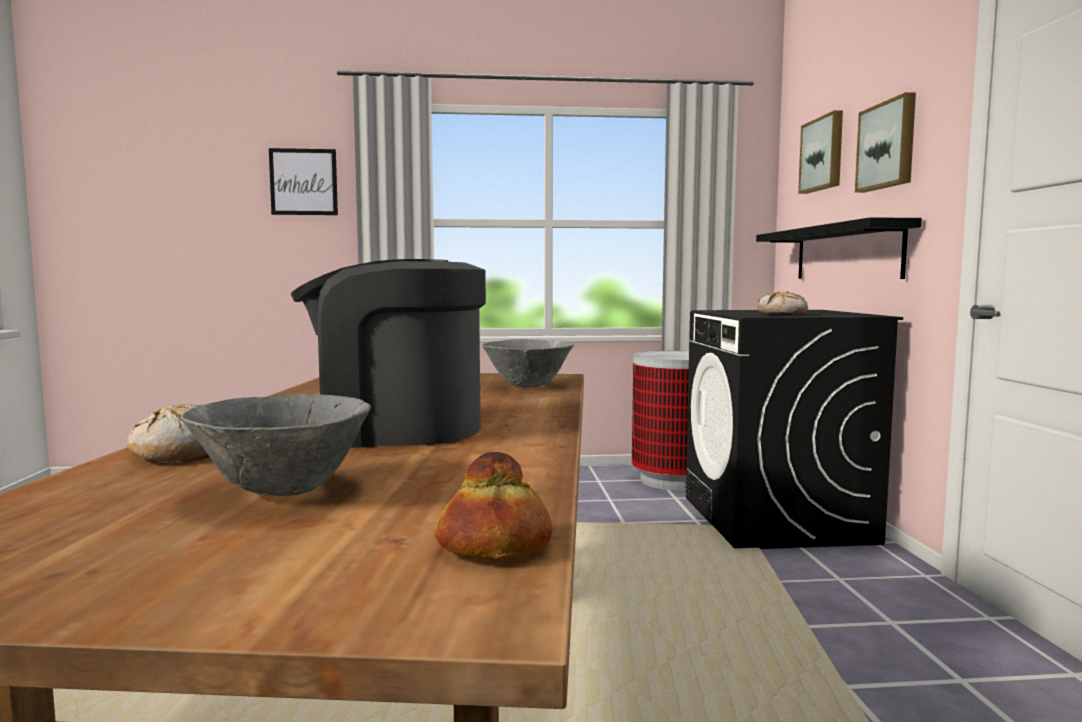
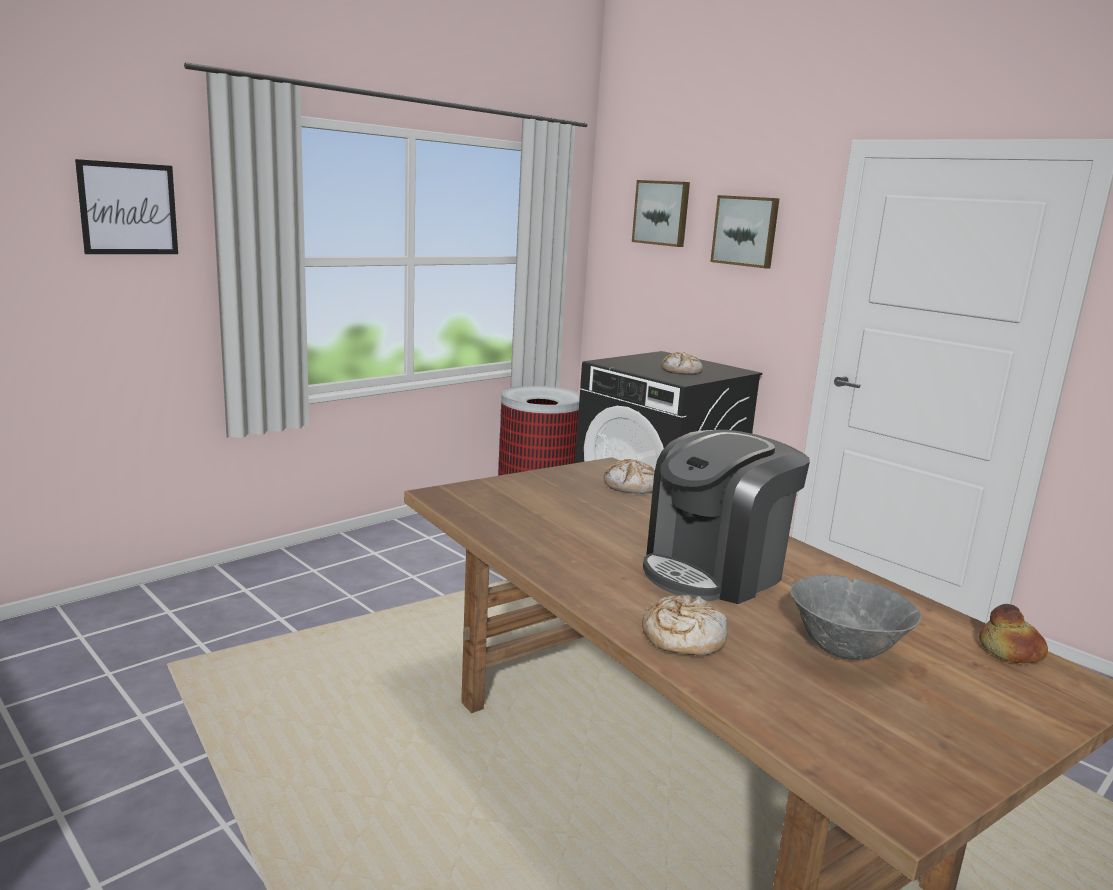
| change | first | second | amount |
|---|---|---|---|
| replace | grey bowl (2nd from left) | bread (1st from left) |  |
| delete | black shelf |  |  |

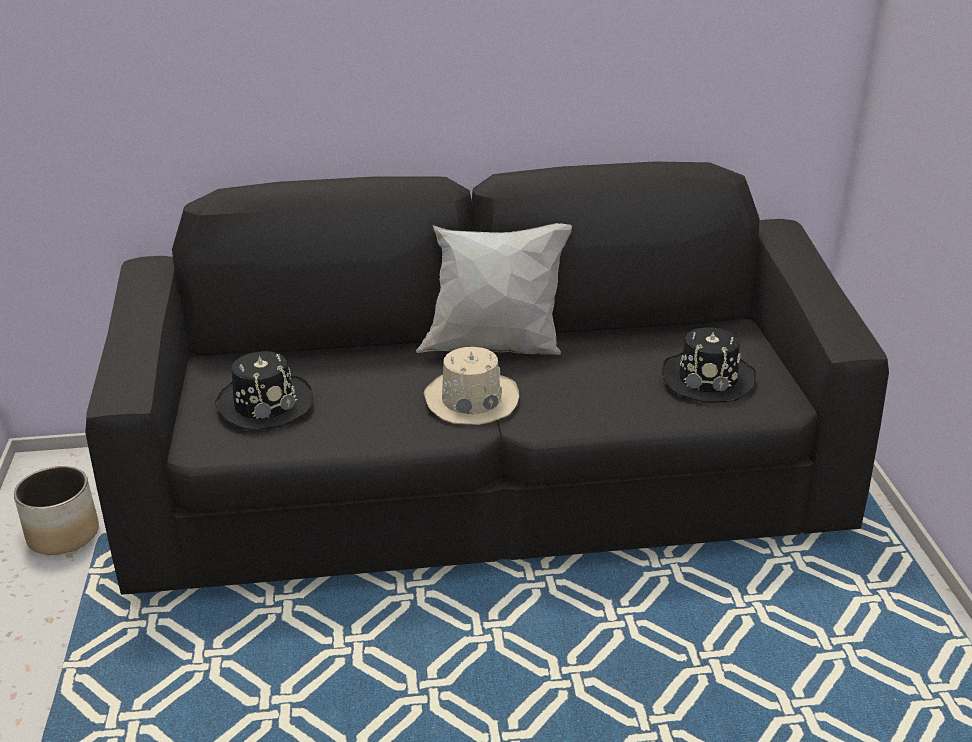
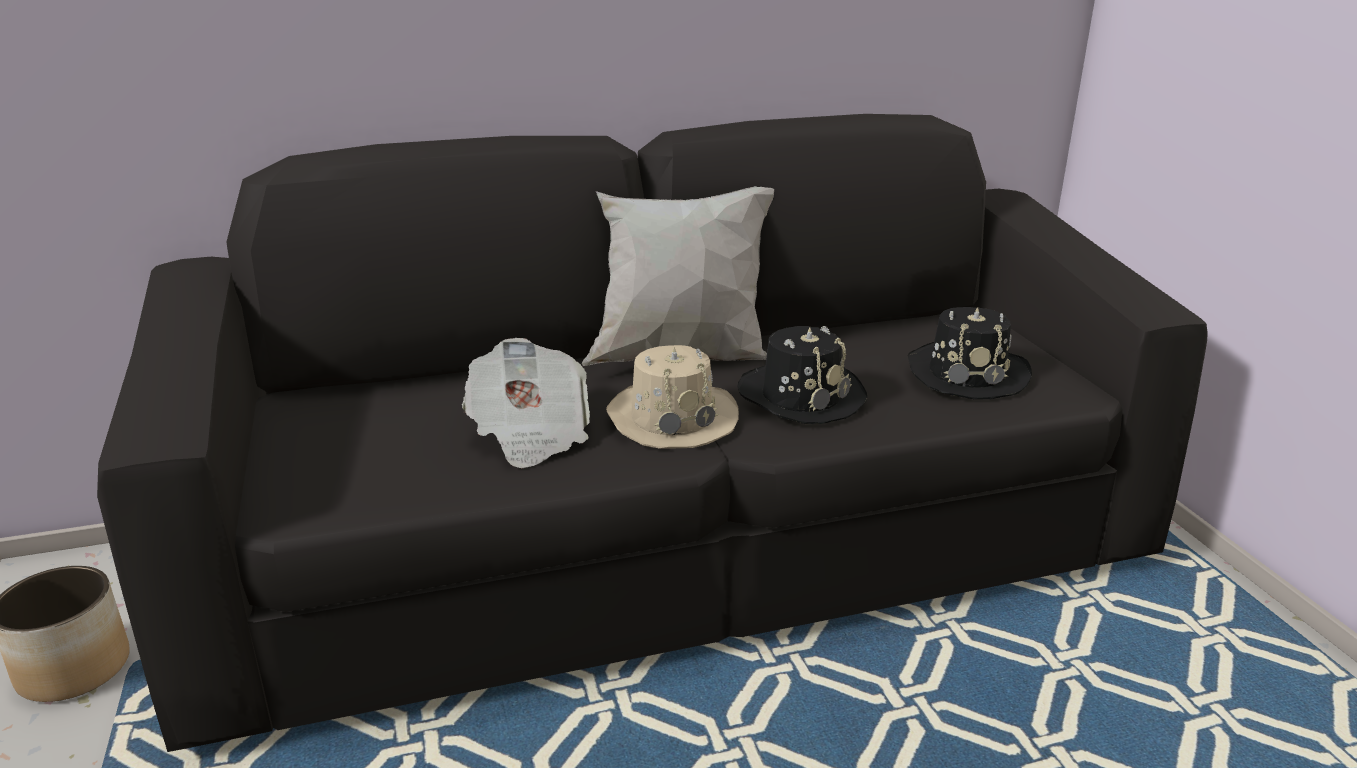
| change | first | second | amount |
|---|---|---|---|
| insert |  | newspaper |  |
| move | black hat (1st from left) |  |  |

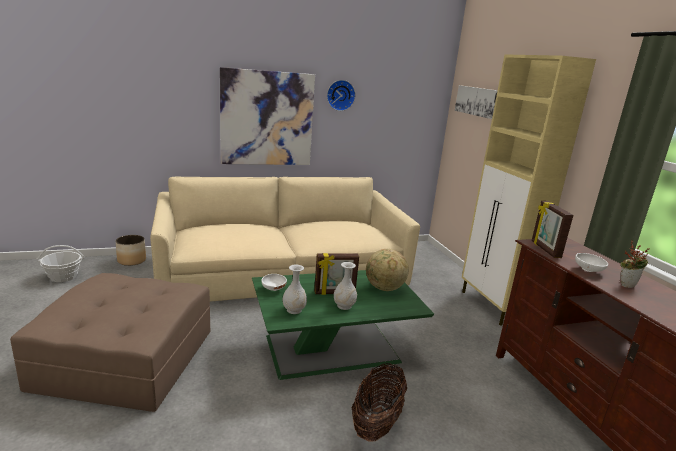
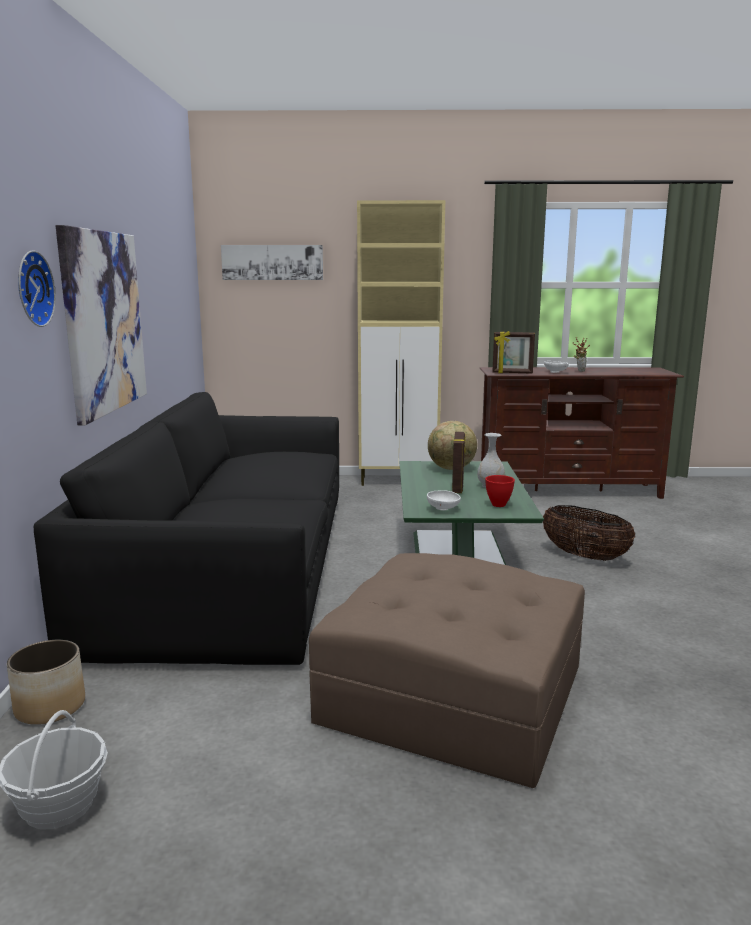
| change | first | second | amount |
|---|---|---|---|
| move | wall clock |  |  |
| recolor | beige sofa | black sofa |  |
| replace | white vase (1st from left) | red bowl |  |

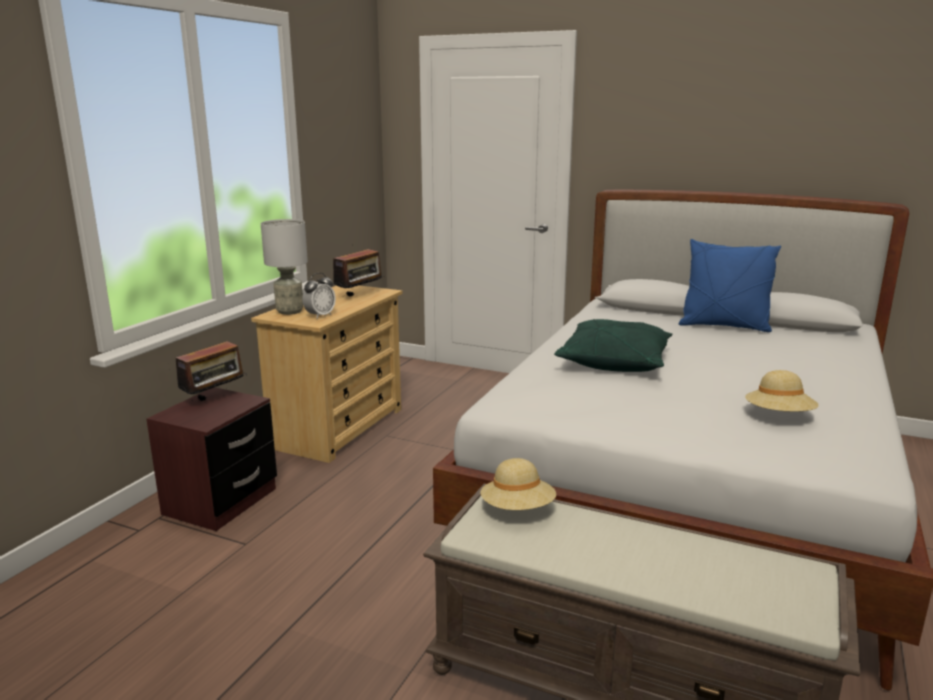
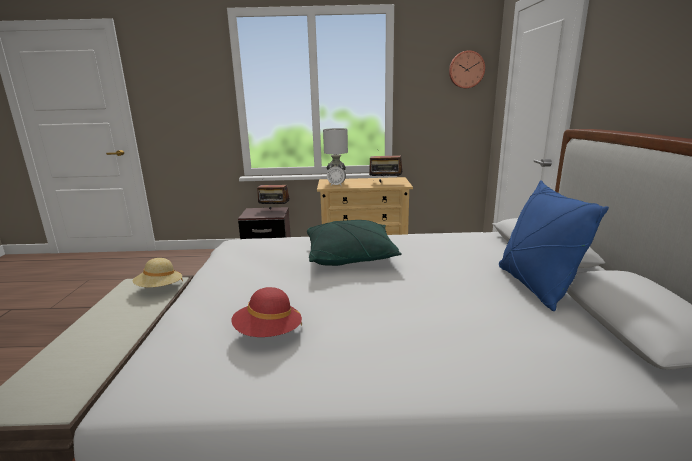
| change | first | second | amount |
|---|---|---|---|
| recolor | beige hat (2nd from left) | red hat |  |
| insert |  | wall clock |  |

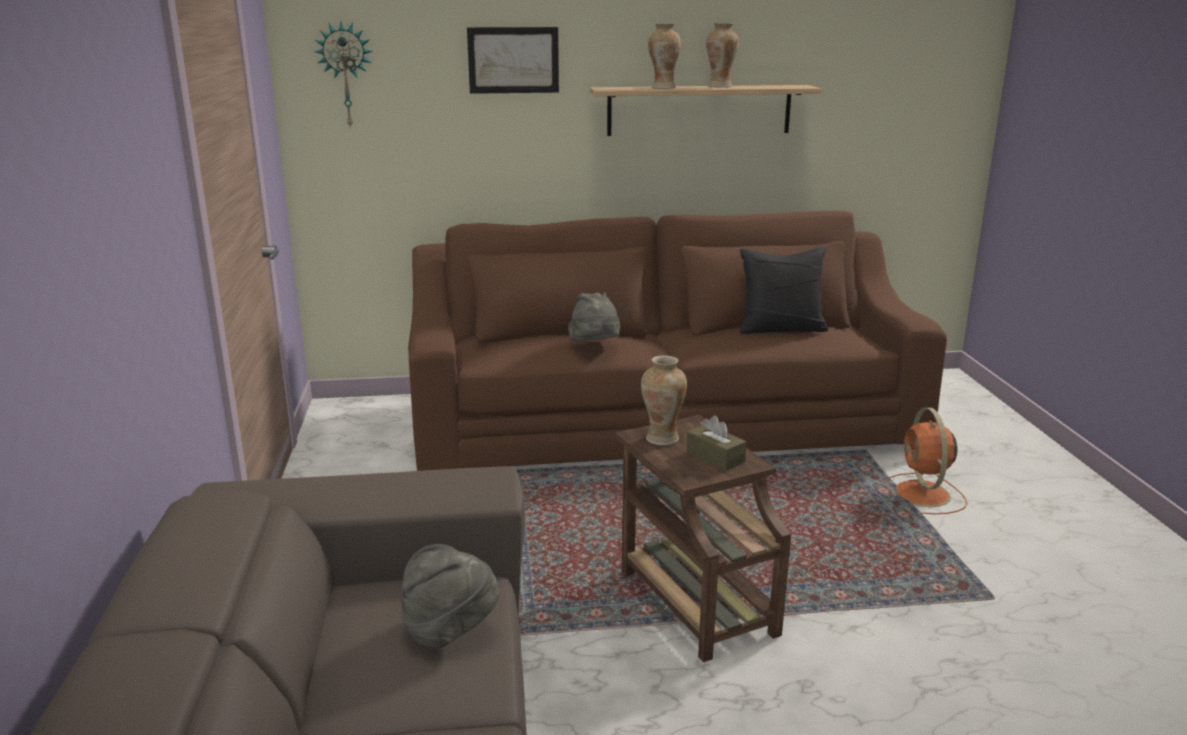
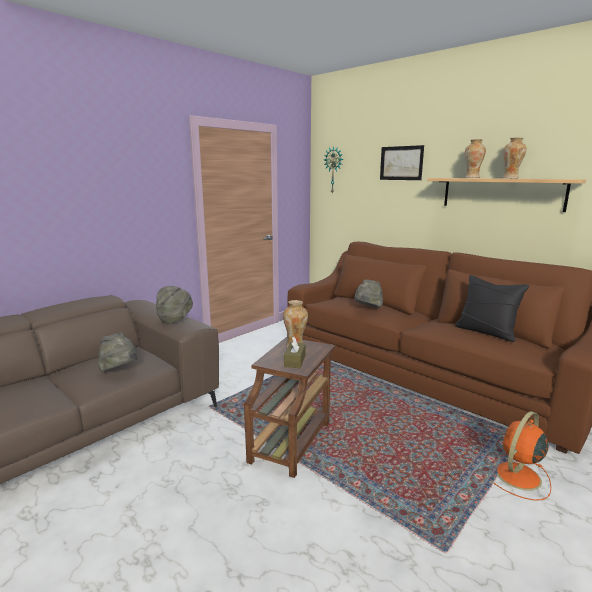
| change | first | second | amount |
|---|---|---|---|
| insert |  | grey hat (2nd from left) |  |

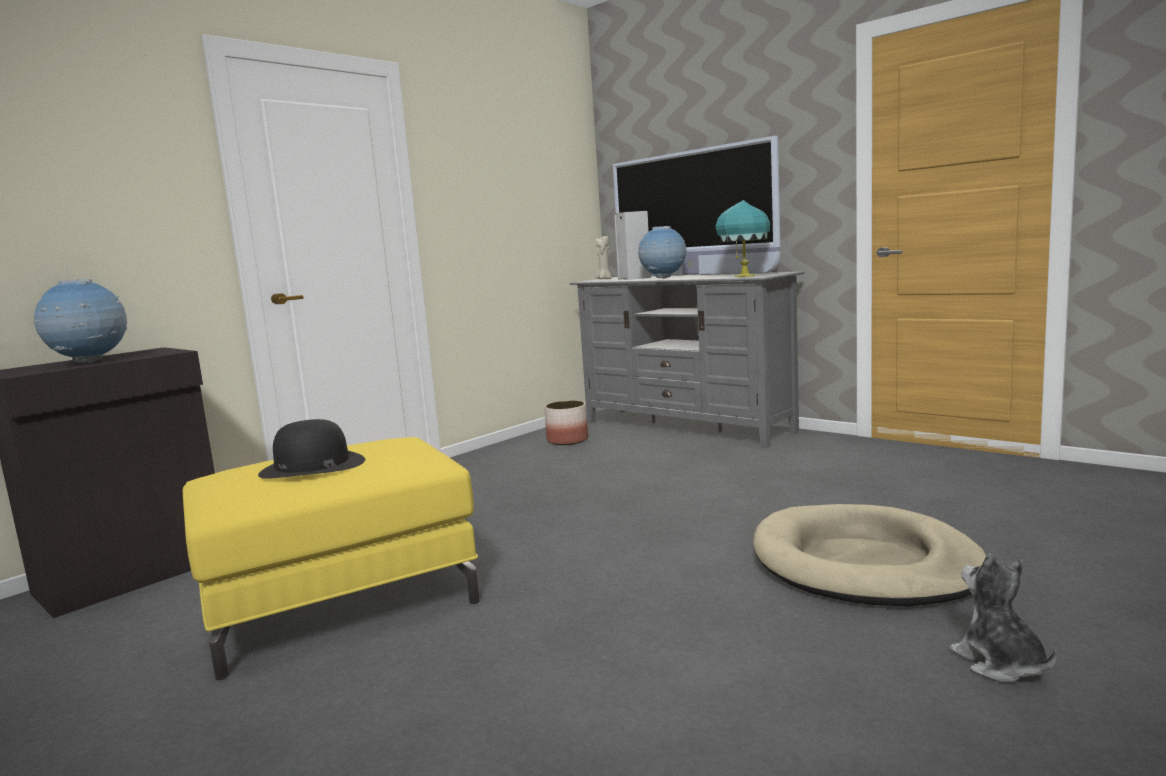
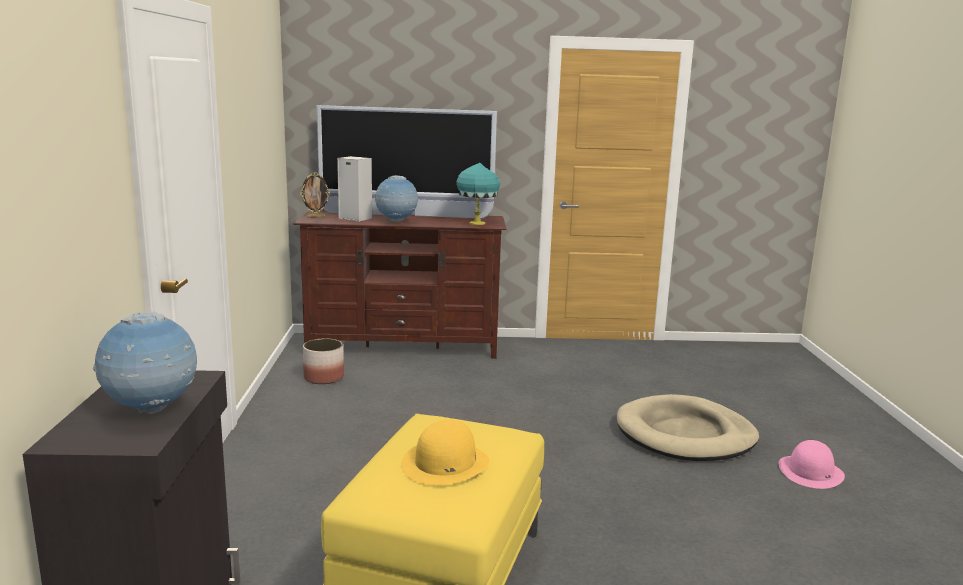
| change | first | second | amount |
|---|---|---|---|
| recolor | grey tv stand | brown tv stand |  |
| replace | beige candle | picture frame |  |
| recolor | black hat | yellow hat |  |
| replace | plush toy | pink hat |  |

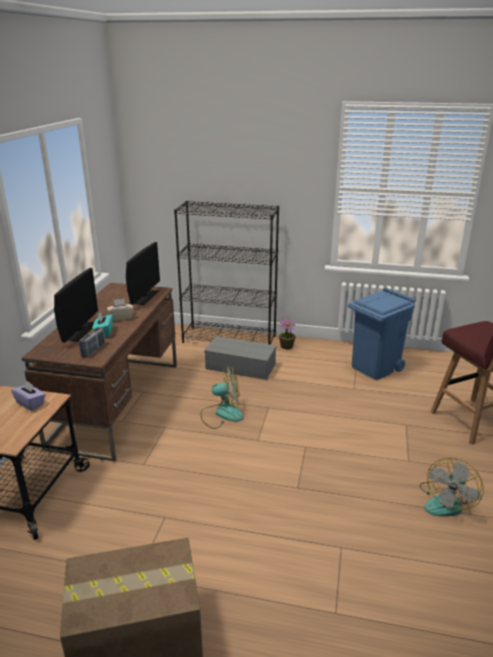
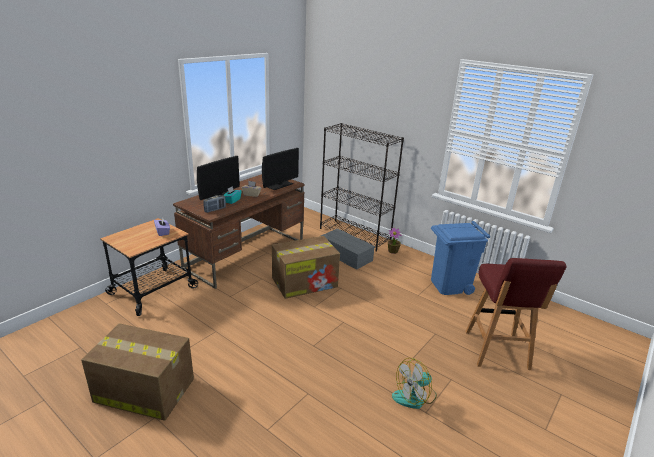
| change | first | second | amount |
|---|---|---|---|
| replace | fan (1st from left) | cardboard box (2nd from left) |  |

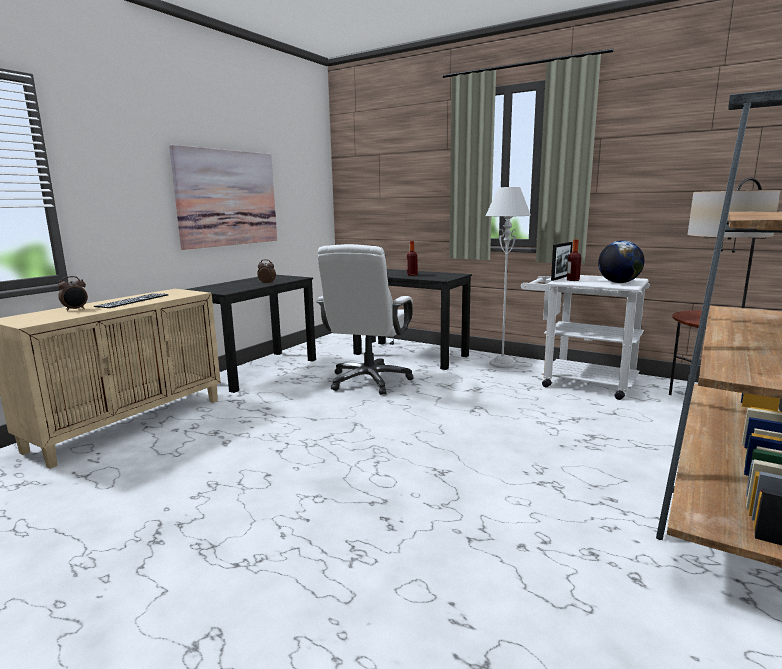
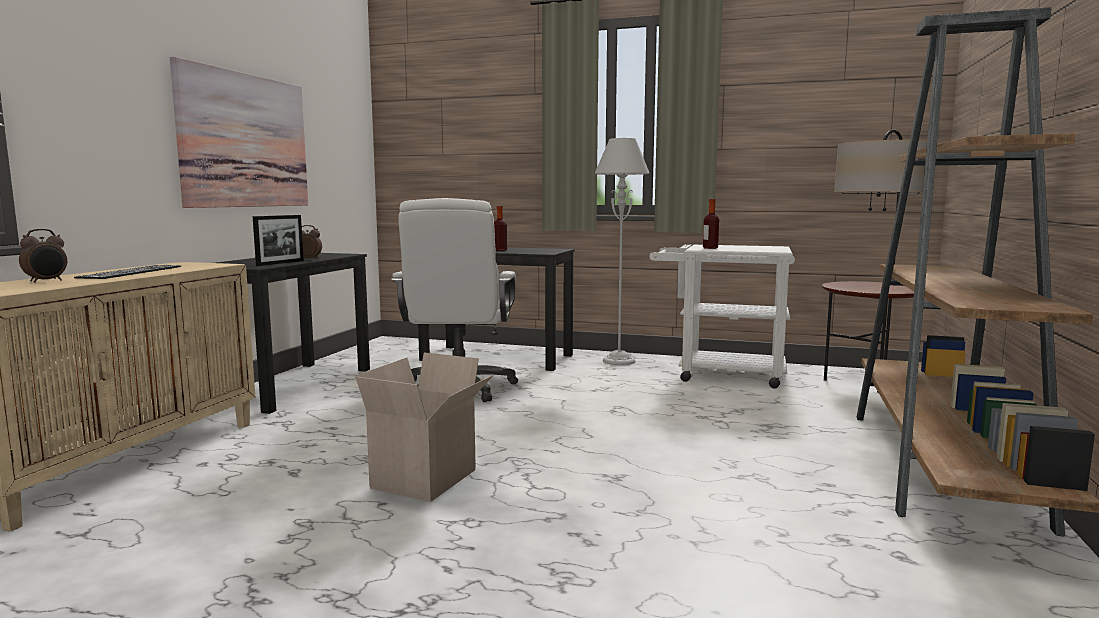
| change | first | second | amount |
|---|---|---|---|
| move | picture frame |  |  |
| insert |  | cardboard box |  |
| delete | globe |  |  |

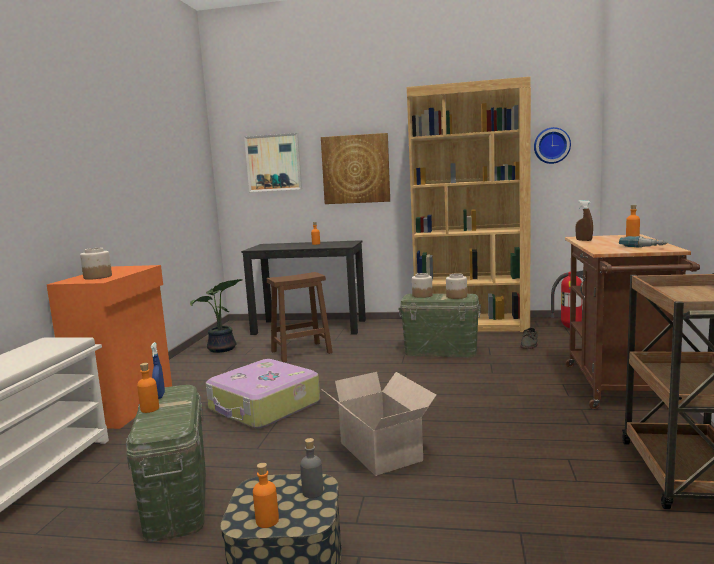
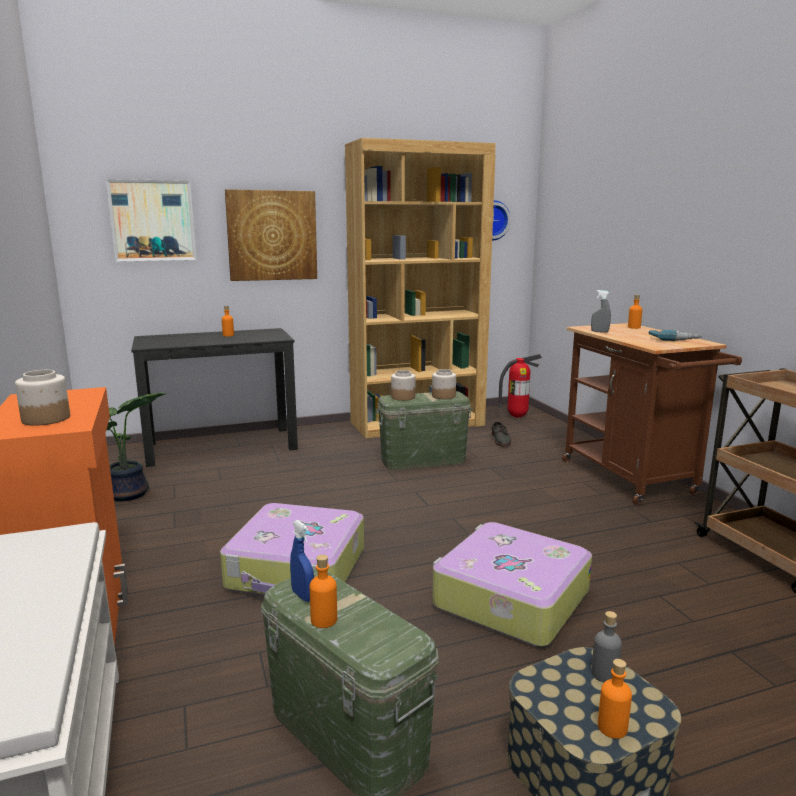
| change | first | second | amount |
|---|---|---|---|
| replace | cardboard box | suitcase (2nd from left) |  |
| recolor | brown spray bottle | grey spray bottle |  |
| delete | brown stool |  |  |

